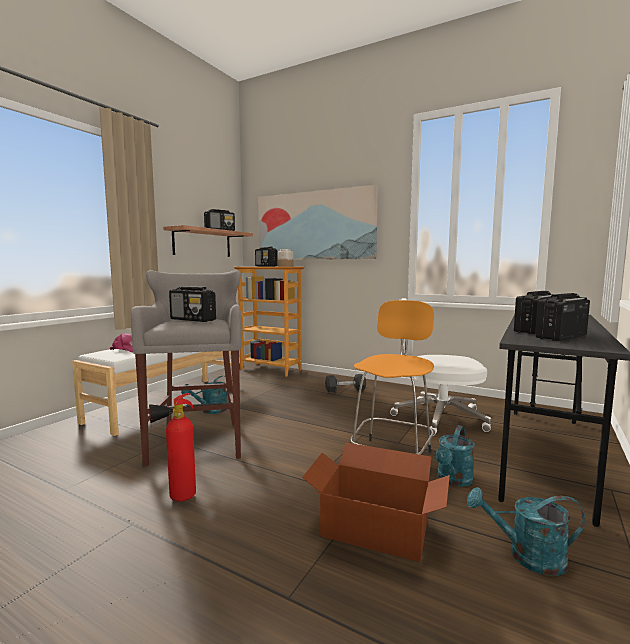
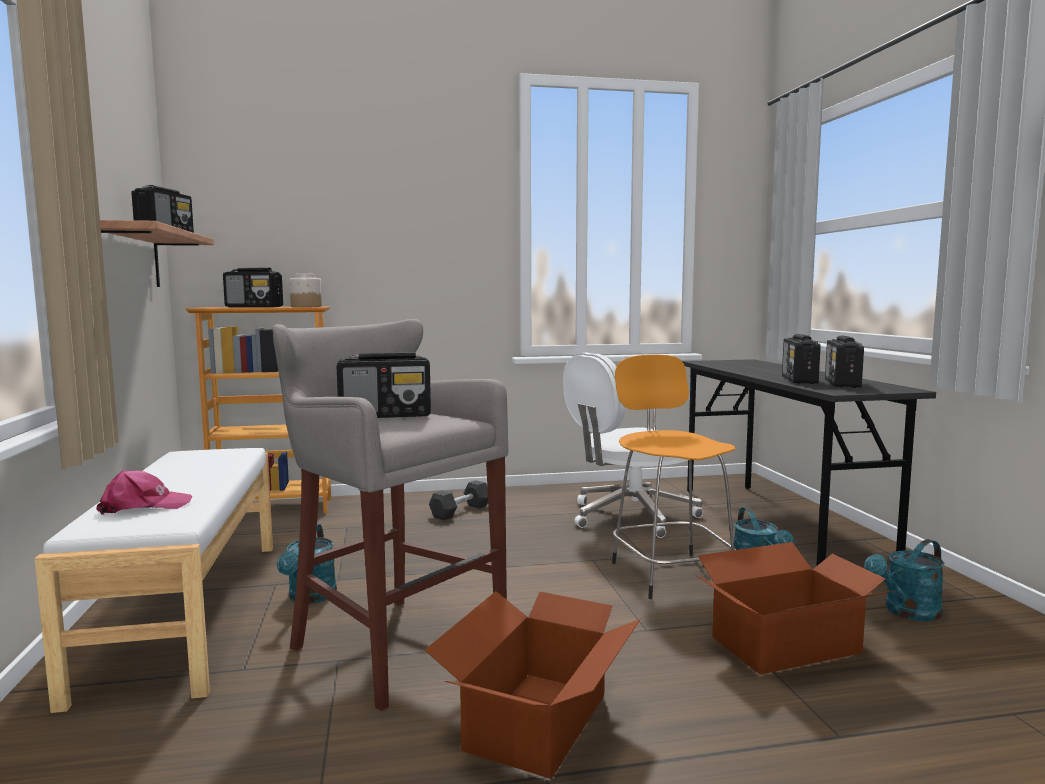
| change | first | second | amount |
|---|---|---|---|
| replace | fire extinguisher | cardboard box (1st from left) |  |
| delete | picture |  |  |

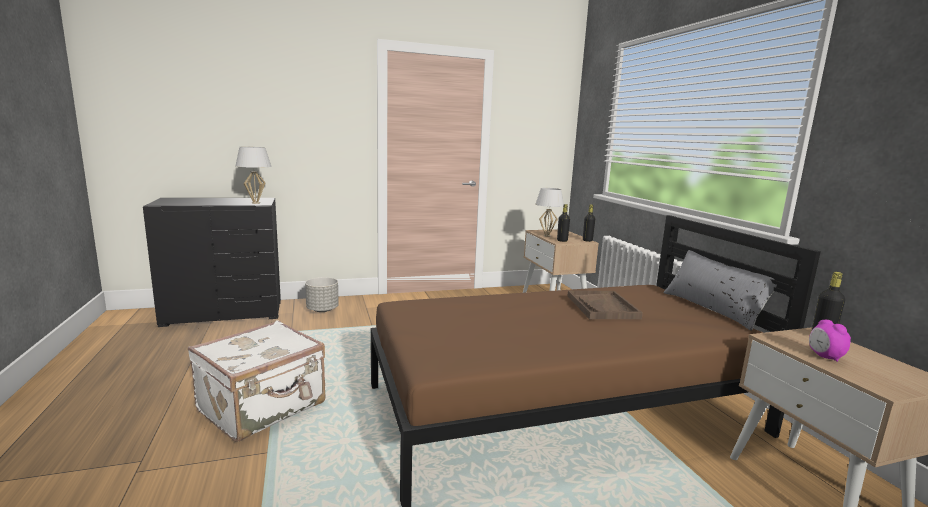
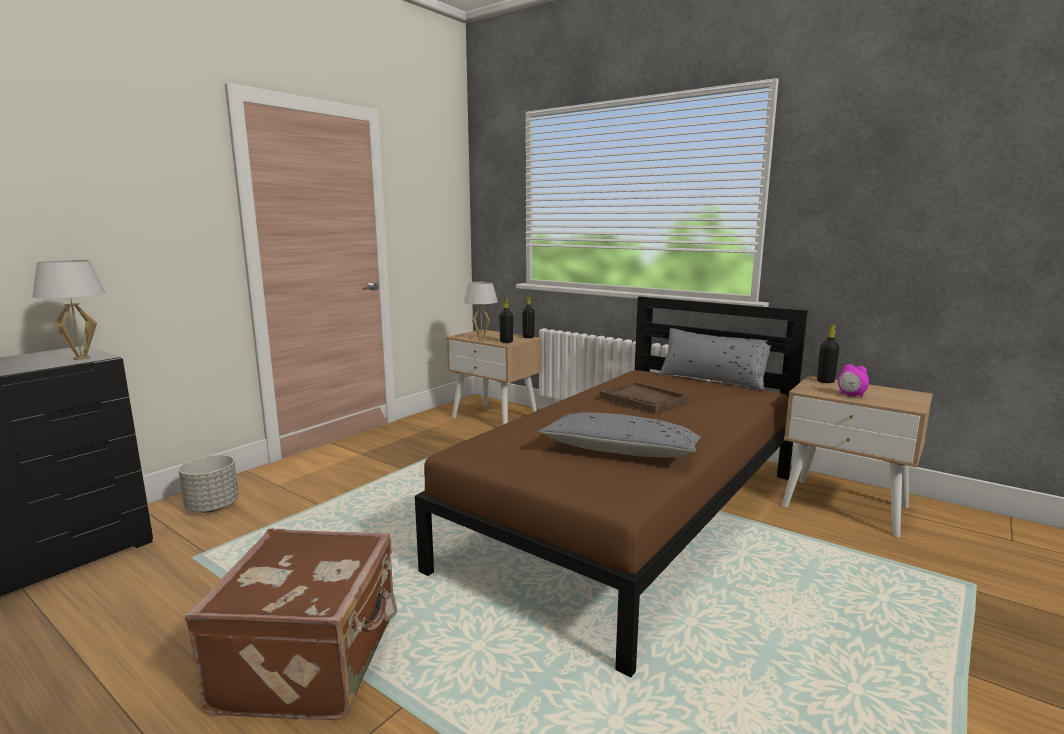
| change | first | second | amount |
|---|---|---|---|
| recolor | white suitcase | brown suitcase |  |
| insert |  | grey pillow (1st from left) |  |

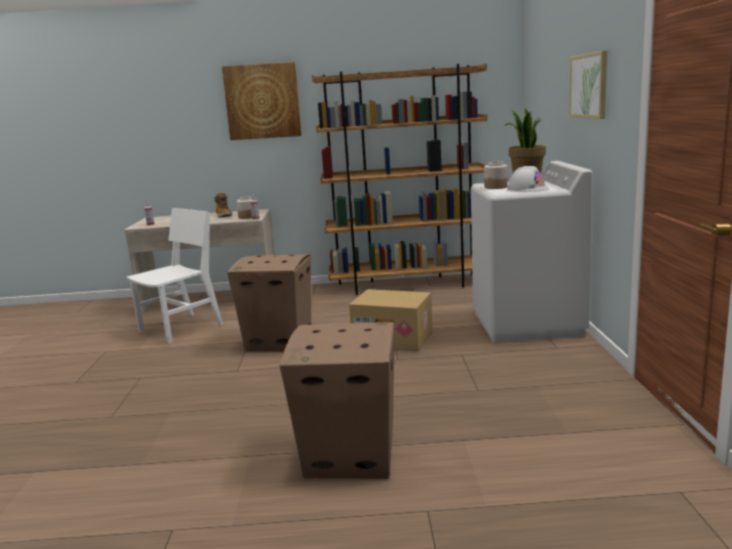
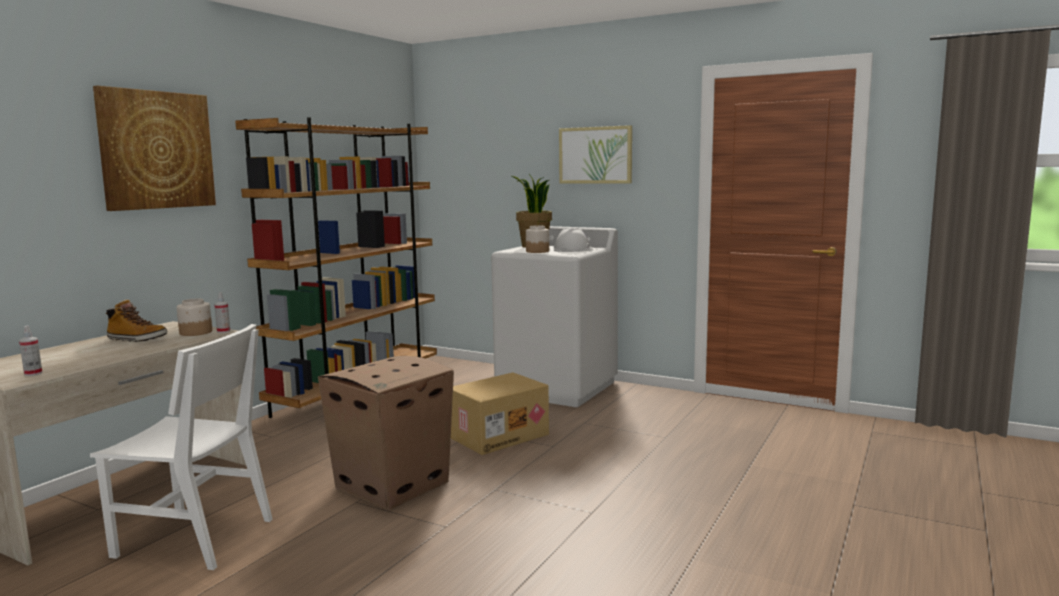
| change | first | second | amount |
|---|---|---|---|
| rotate | white chair |  | 120 degrees clockwise |
| delete | cardboard box (2nd from left) |  |  |

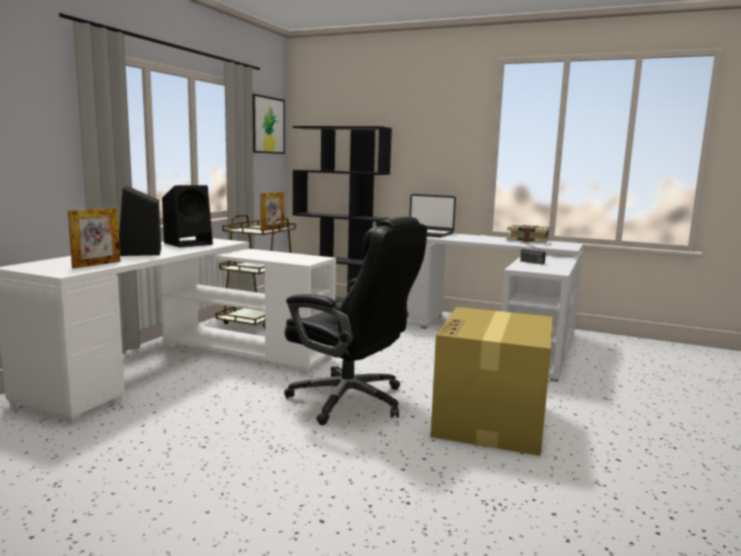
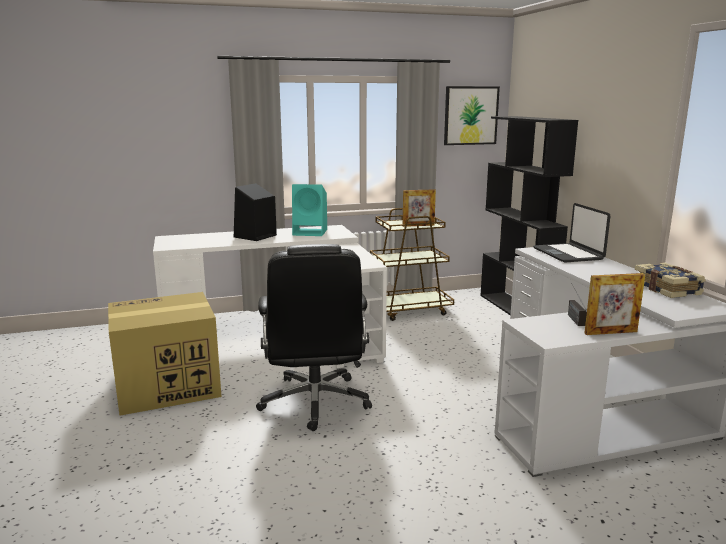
| change | first | second | amount |
|---|---|---|---|
| move | cardboard box |  |  |
| recolor | black speaker (2nd from left) | turquoise speaker |  |
| move | picture frame (1st from left in the first image) | picture frame (2nd from left) |  |

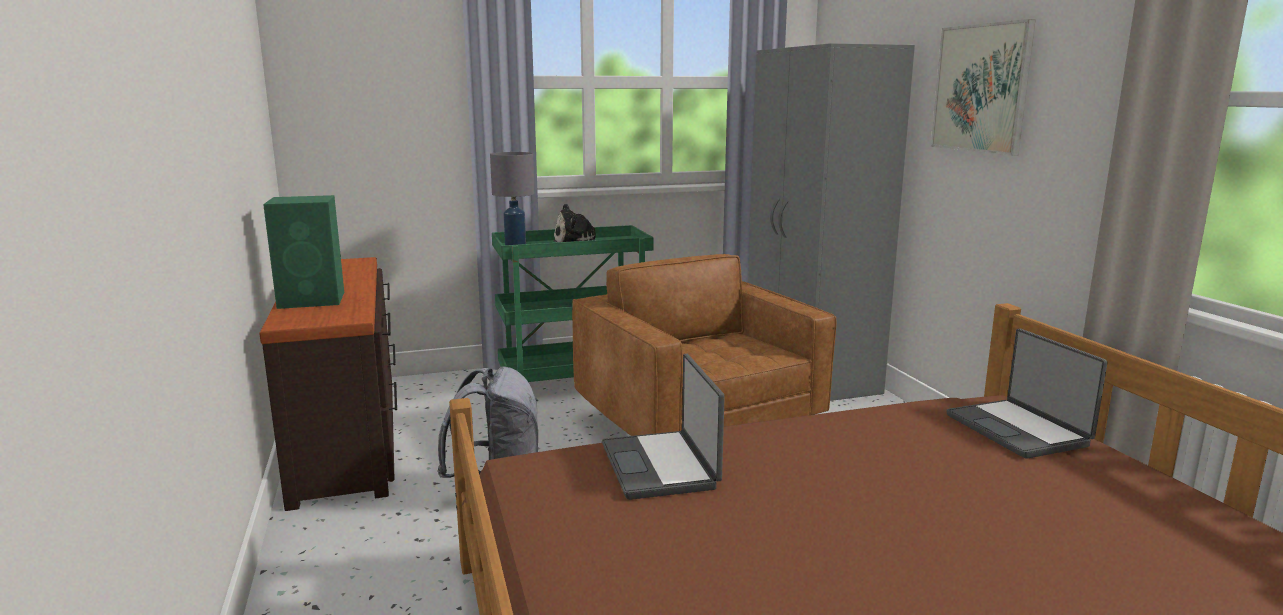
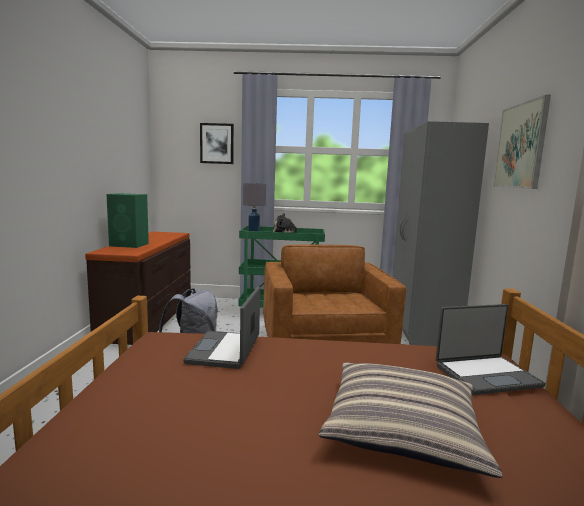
| change | first | second | amount |
|---|---|---|---|
| insert |  | picture (1st from left) |  |
| insert |  | pillow |  |
| rotate | laptop (2nd from left) |  | 105 degrees counterclockwise |

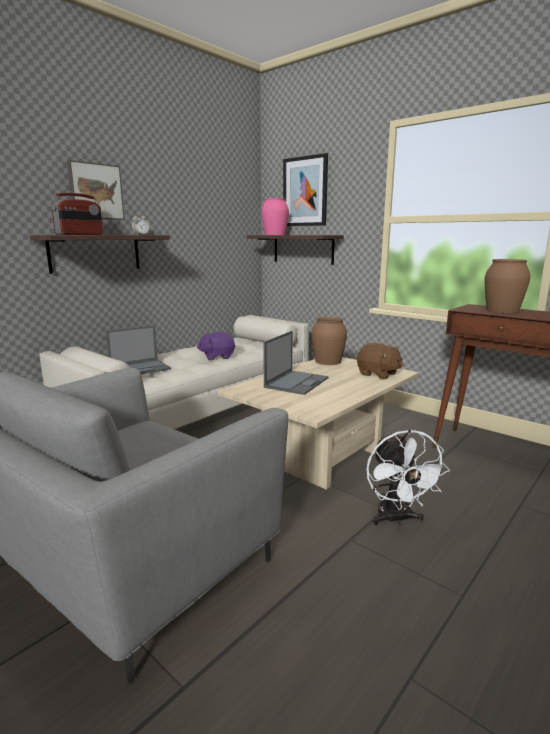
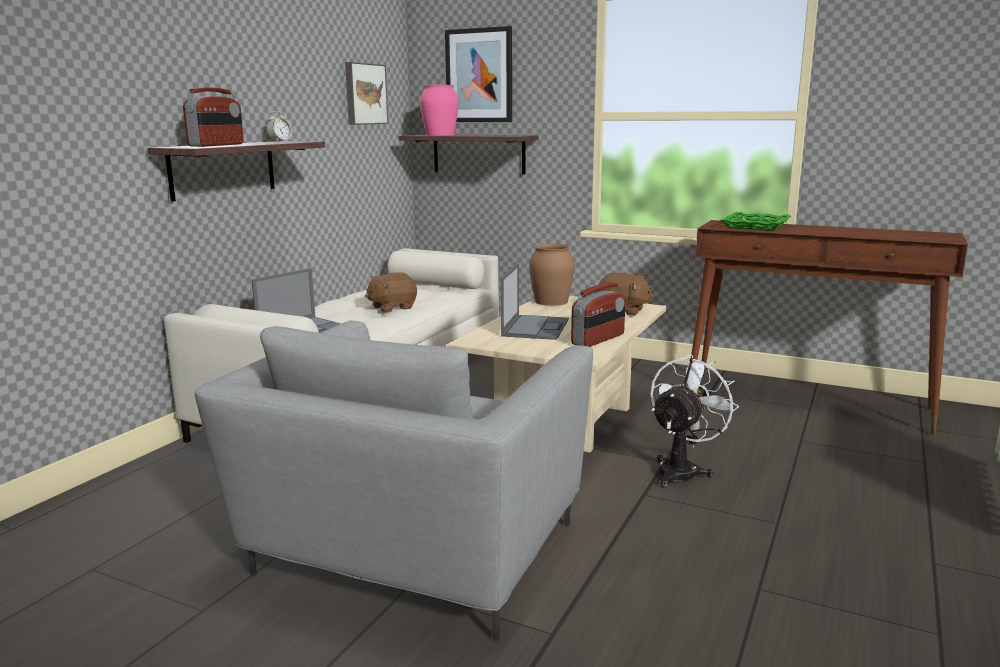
| change | first | second | amount |
|---|---|---|---|
| move | picture (1st from left) |  |  |
| recolor | purple plush toy | brown plush toy (1st from left) |  |
| insert |  | radio (2nd from left) |  |
| rotate | white fan |  | 120 degrees counterclockwise |
| replace | brown vase (2nd from left) | green tray |  |

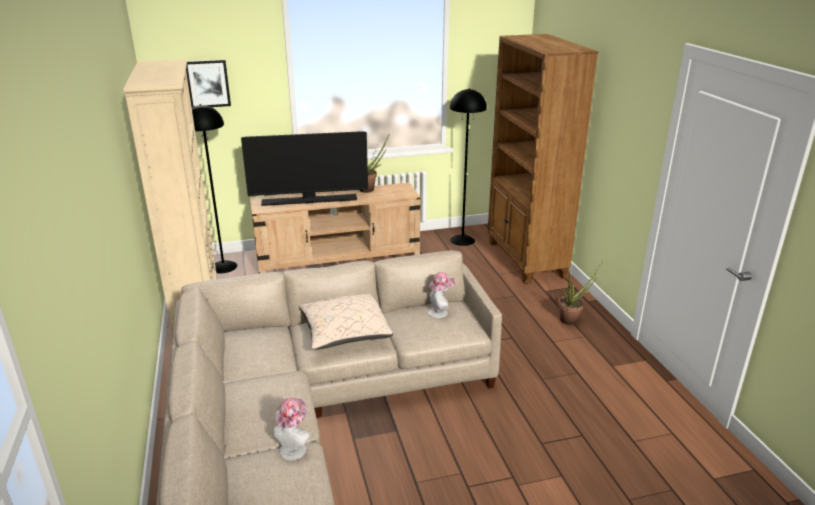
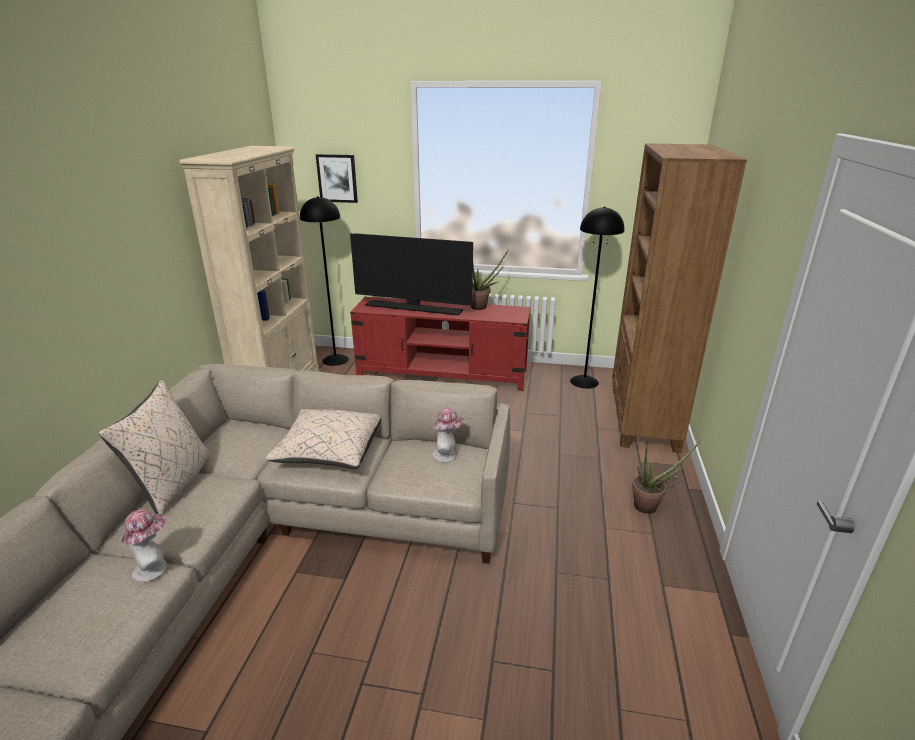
| change | first | second | amount |
|---|---|---|---|
| insert |  | beige pillow (1st from left) |  |
| recolor | beige tv stand | red tv stand |  |

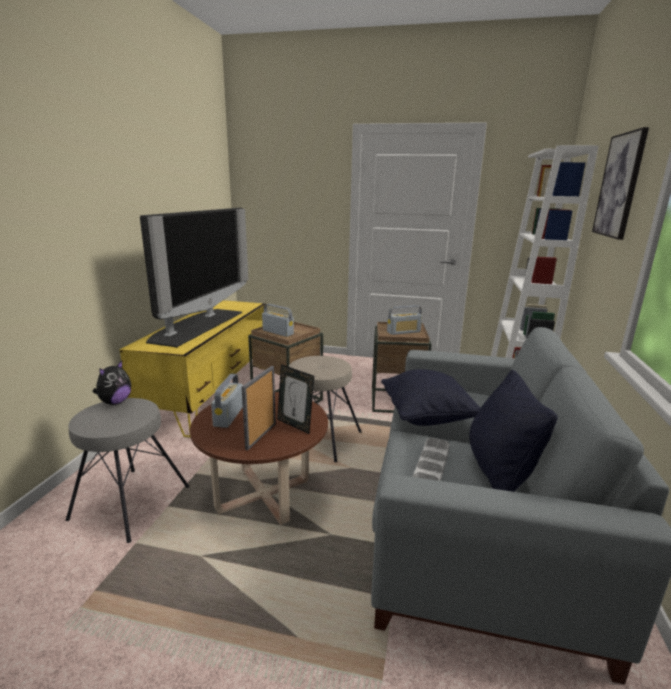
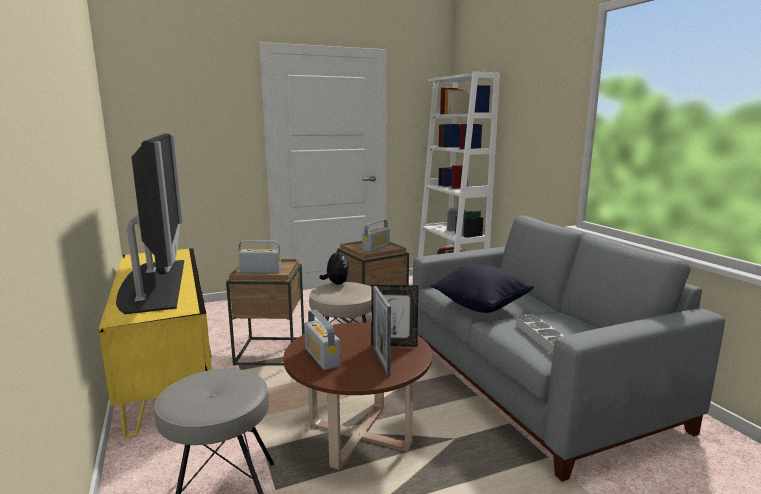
| change | first | second | amount |
|---|---|---|---|
| move | plush toy |  |  |
| delete | black pillow (2nd from left) |  |  |
| delete | picture |  |  |

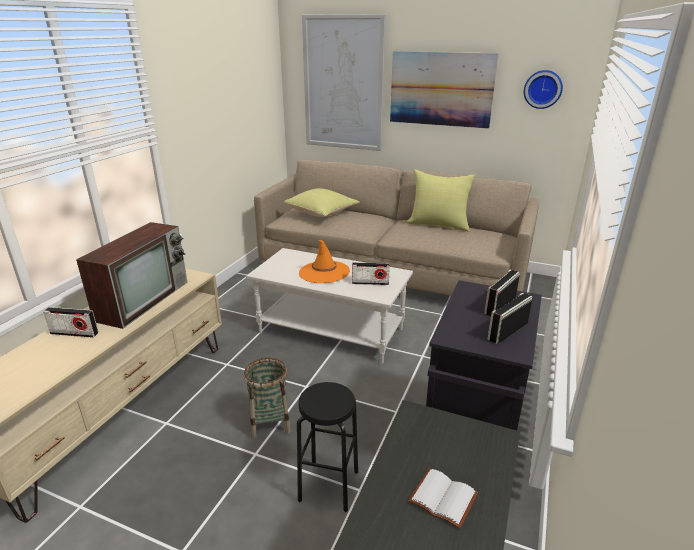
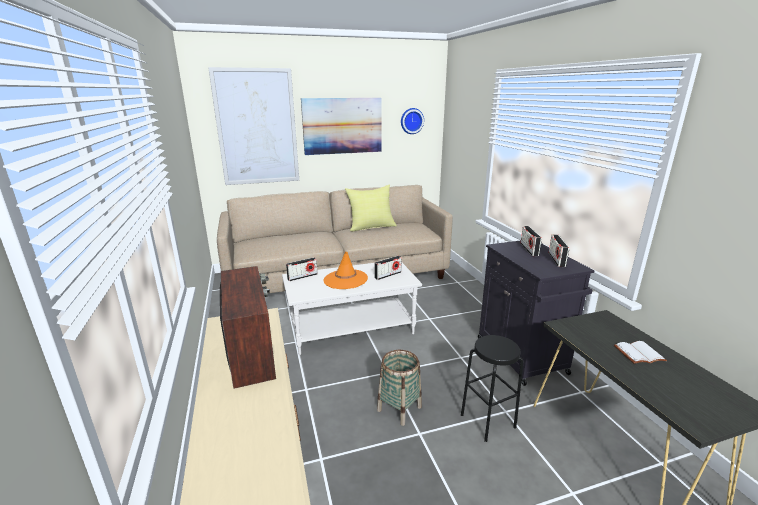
| change | first | second | amount |
|---|---|---|---|
| move | radio (1st from left) |  |  |
| delete | yellow pillow (1st from left) |  |  |

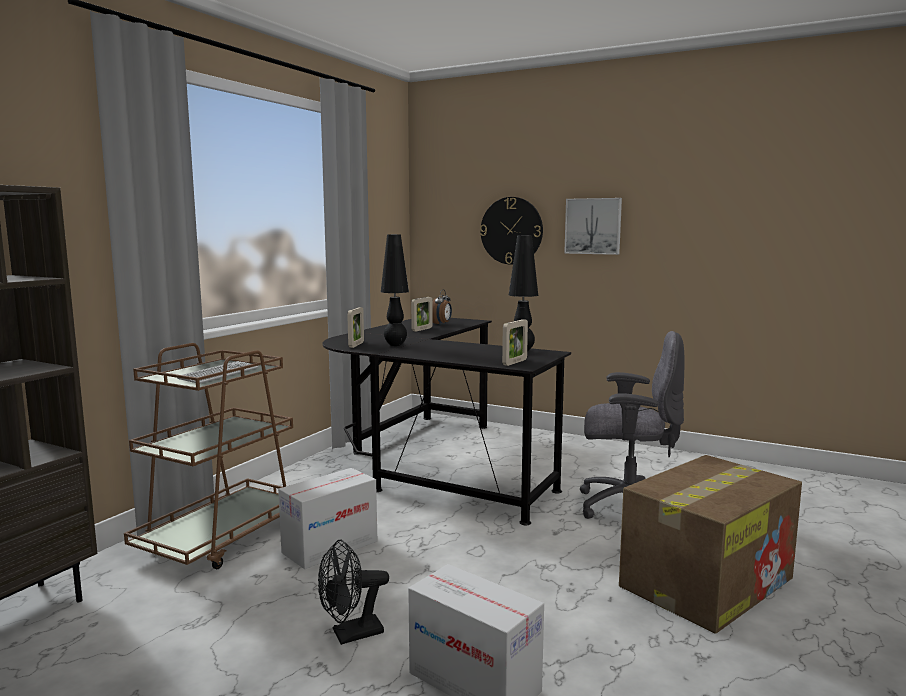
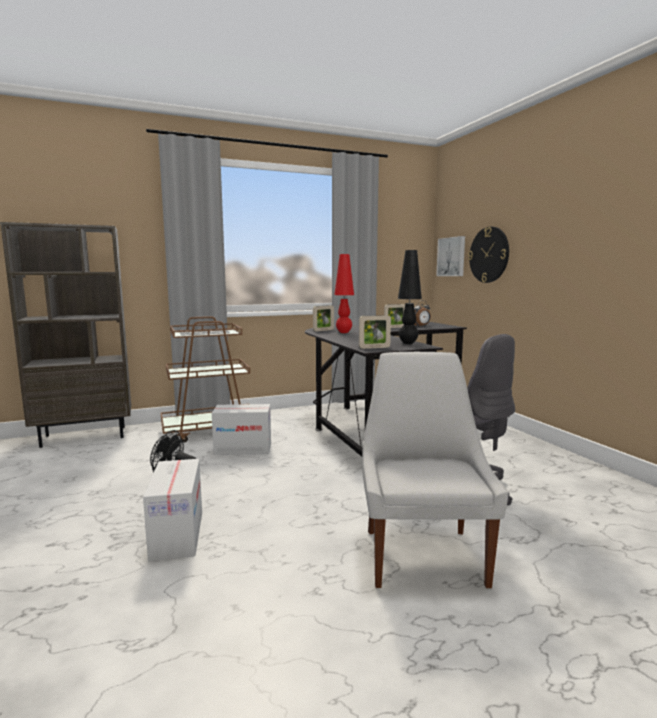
| change | first | second | amount |
|---|---|---|---|
| recolor | black table lamp (1st from left) | red table lamp |  |
| replace | cardboard box (3rd from left) | white chair |  |
| move | picture |  |  |

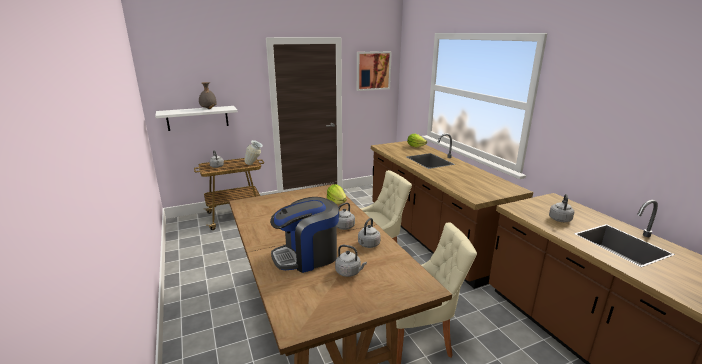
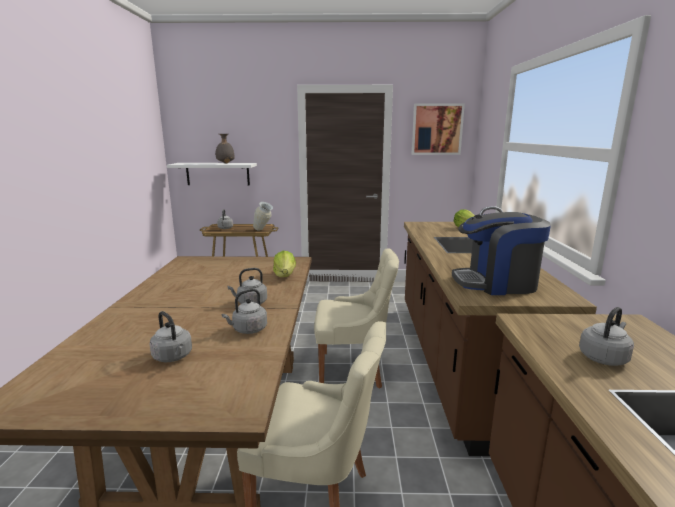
| change | first | second | amount |
|---|---|---|---|
| move | coffee machine |  |  |

